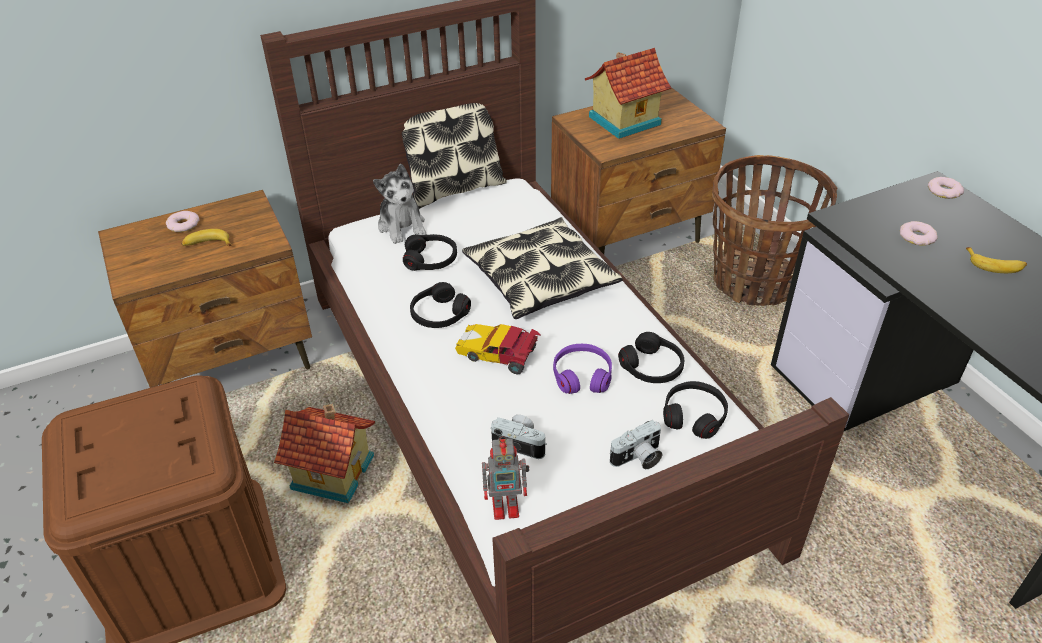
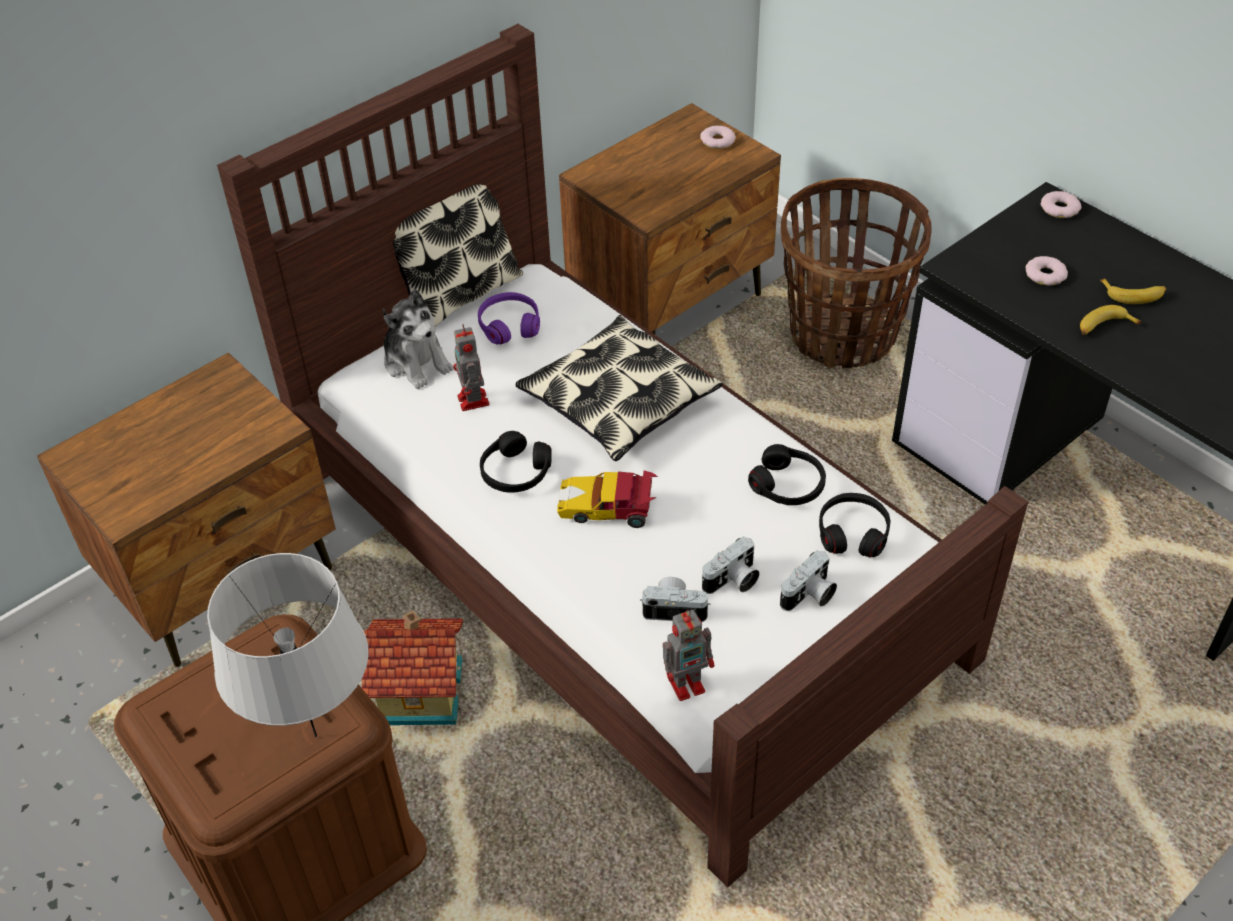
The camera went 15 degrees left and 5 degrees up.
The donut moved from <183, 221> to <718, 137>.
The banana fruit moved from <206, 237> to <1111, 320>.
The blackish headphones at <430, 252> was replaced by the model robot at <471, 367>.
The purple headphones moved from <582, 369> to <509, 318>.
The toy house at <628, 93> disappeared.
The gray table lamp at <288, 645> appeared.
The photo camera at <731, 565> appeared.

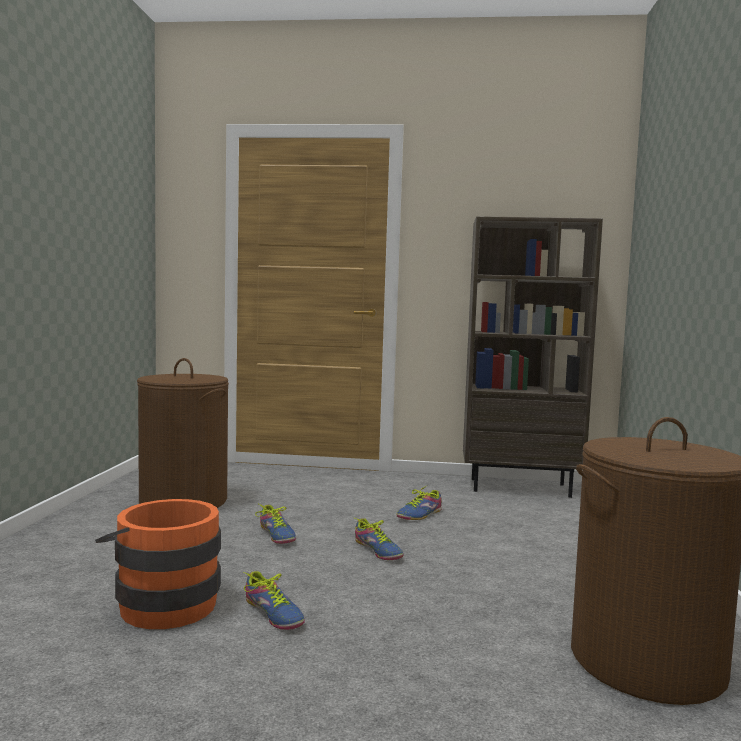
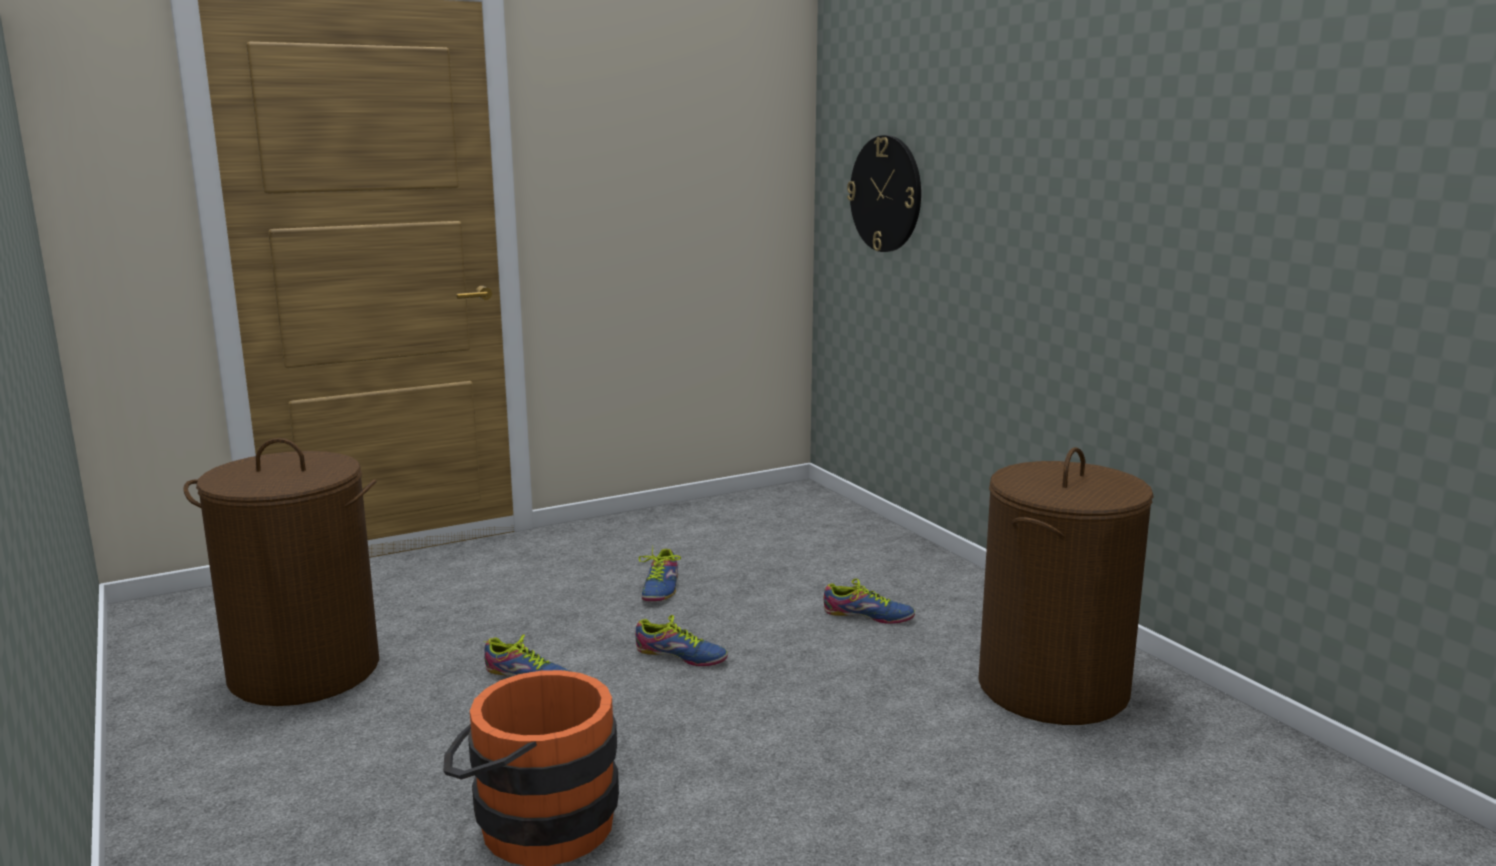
The camera went 35 degrees left and 10 degrees up.
The shoe moved from <274, 600> to <869, 601>.
The brown-coloured bookshelf at <533, 357> disappeared.
The wall clock at <884, 193> appeared.

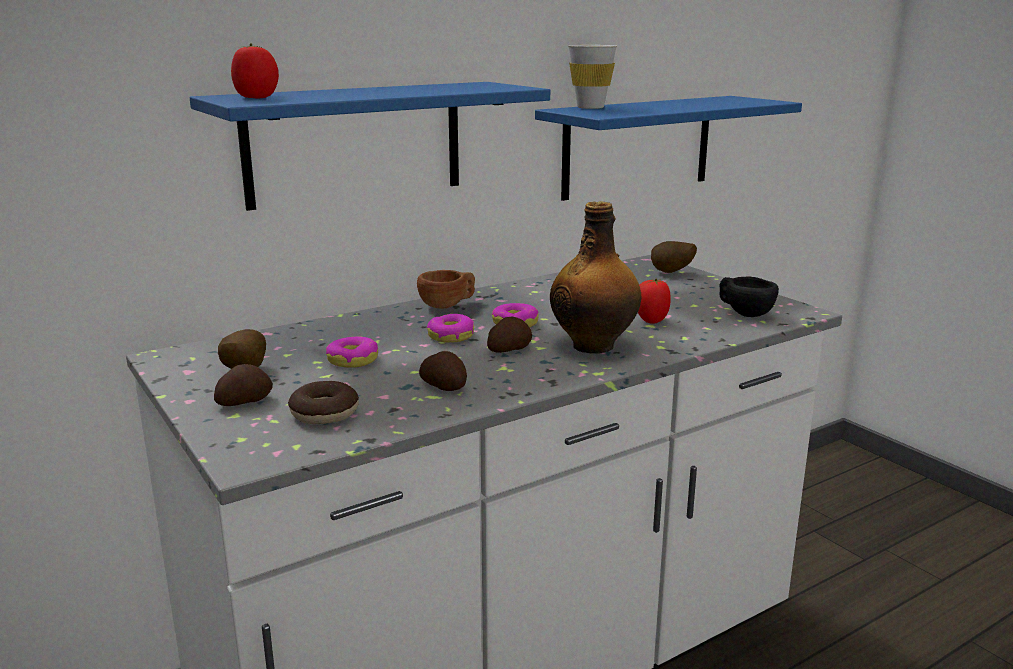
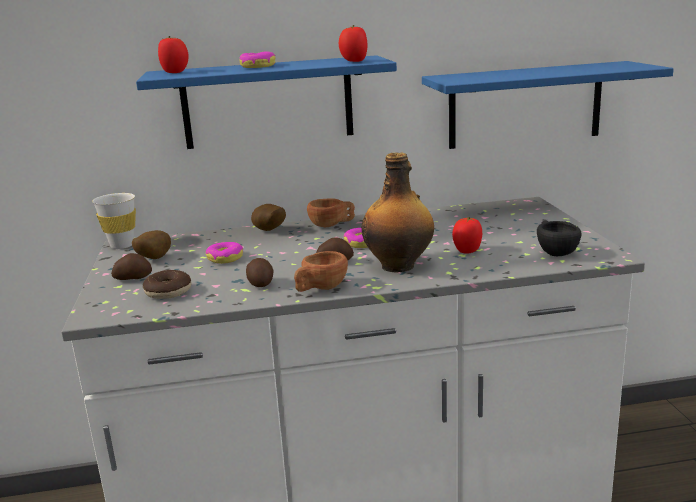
The camera went 25 degrees right and 0 degrees up.
The donut moved from <450, 328> to <258, 59>.
The whitish cup moved from <592, 77> to <114, 221>.
The spud moved from <674, 257> to <268, 217>.
The brown-coloured cup at <321, 271> appeared.
The fresh tomato at <353, 43> appeared.

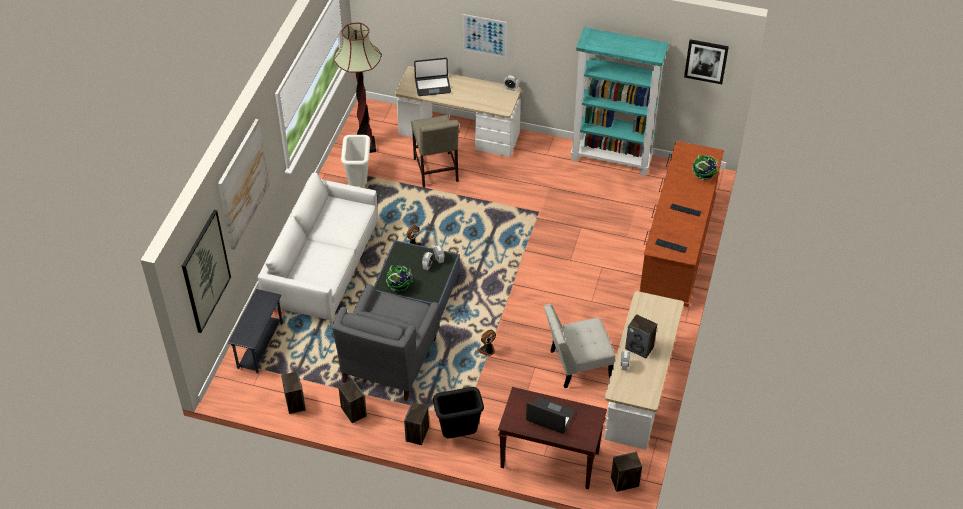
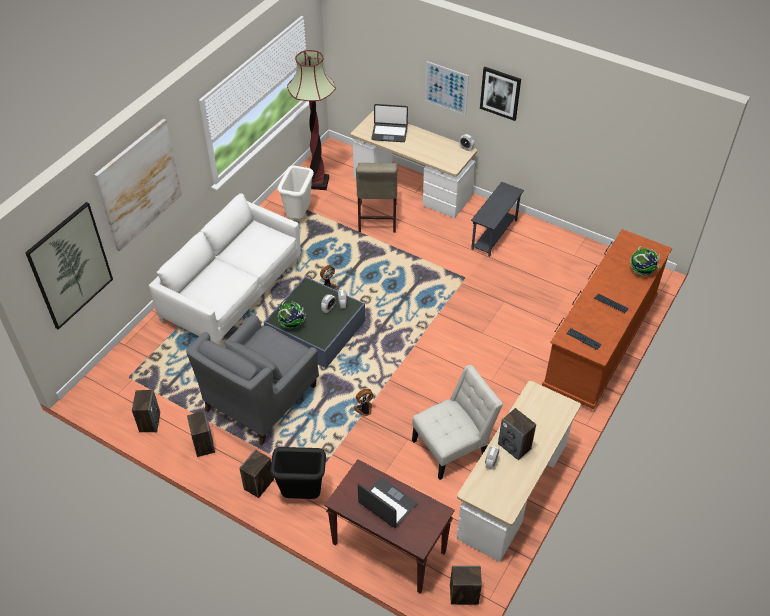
The camera went 15 degrees right and 0 degrees up.
The gray accent table moved from <255, 331> to <497, 219>.
The whitish plain chair at <579, 346> turned 150 degrees clockwise.
The blue-green bookshelf at <619, 101> disappeared.
The picture moved from <706, 61> to <500, 94>.

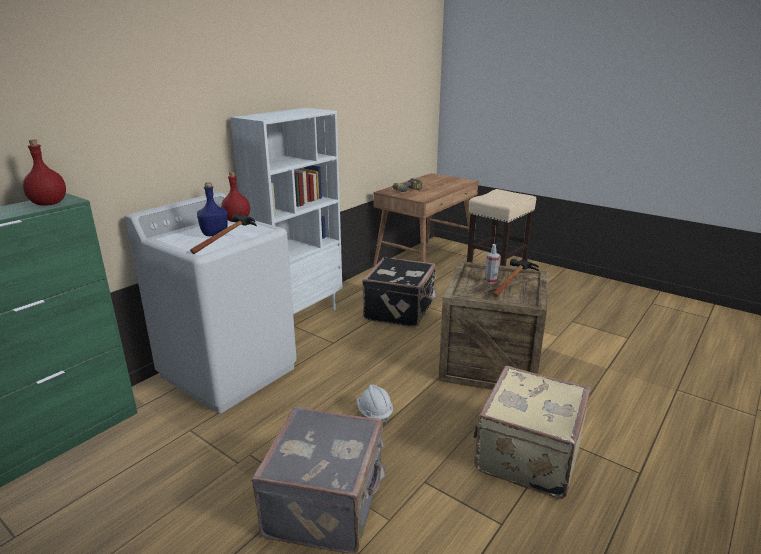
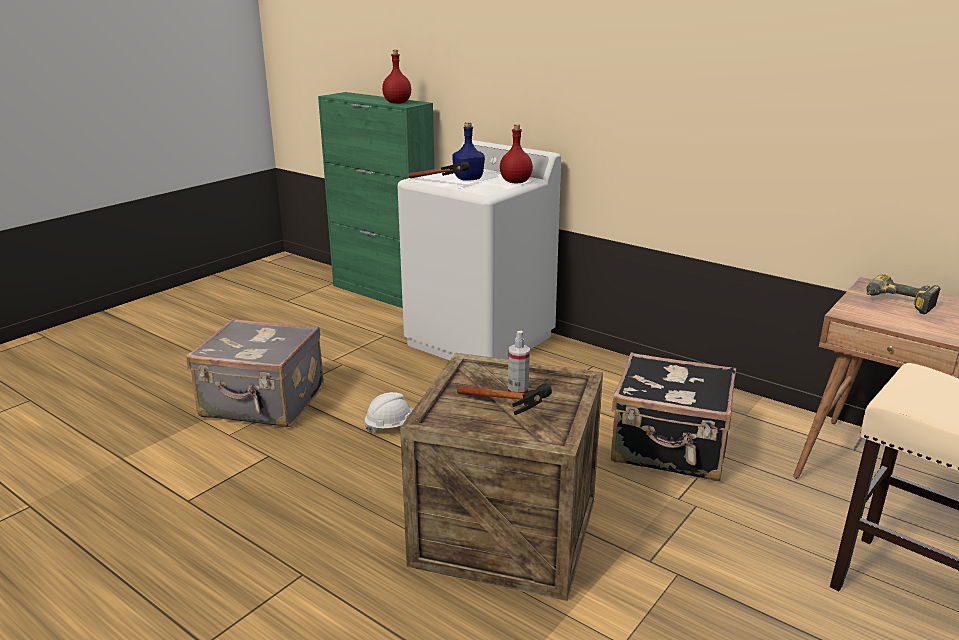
The camera went 90 degrees right and 0 degrees up.
The whitish bookshelf at <286, 211> disappeared.
The beige travel case at <531, 432> disappeared.

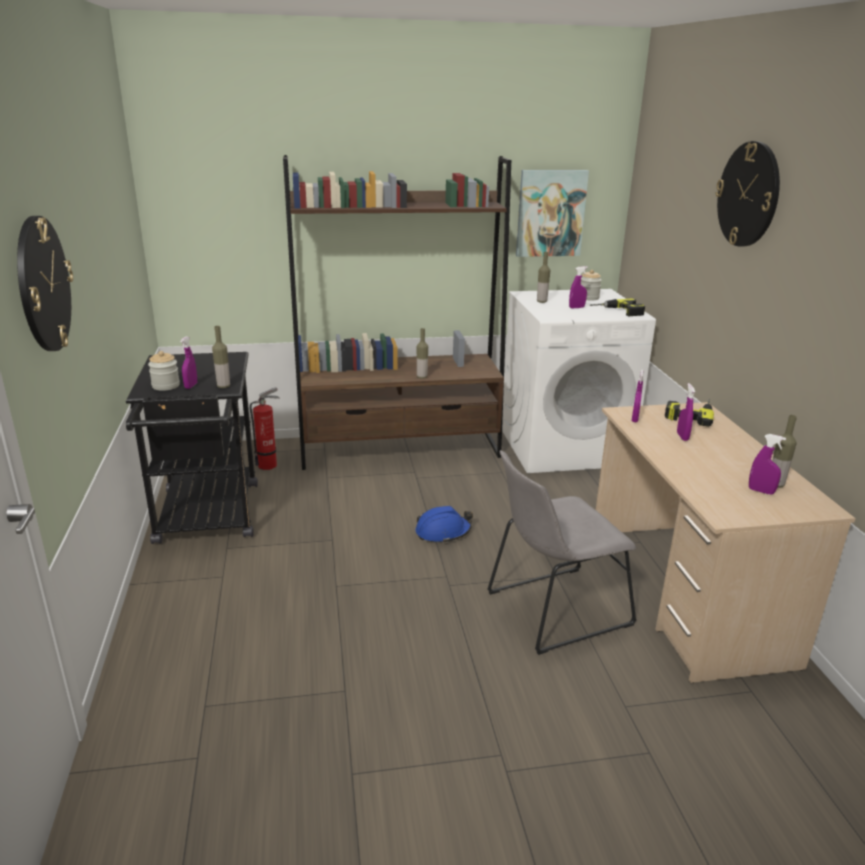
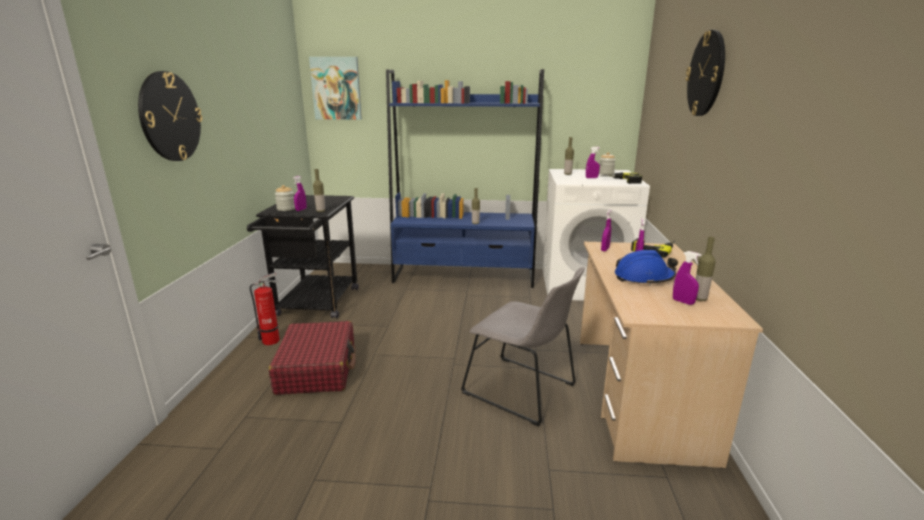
The camera went 15 degrees right and 5 degrees down.
The extinguisher moved from <264, 428> to <265, 308>.
The brown-coloured bookshelf at <397, 312> became the bluish bookshelf at <465, 178>.
The bluish hard hat moved from <444, 524> to <646, 267>.
The gray plain chair at <561, 552> turned 135 degrees counterclockwise.
The picture moved from <552, 213> to <335, 88>.
The red travel case at <312, 358> appeared.

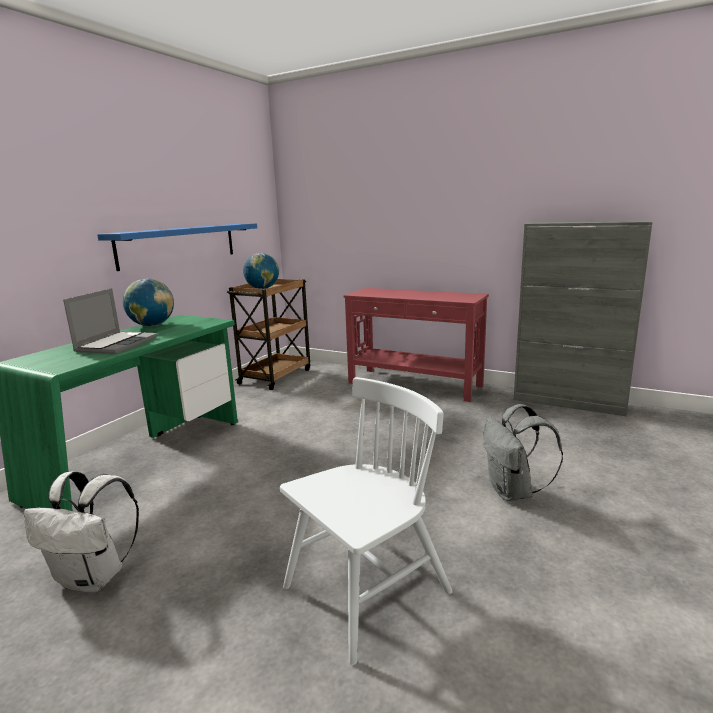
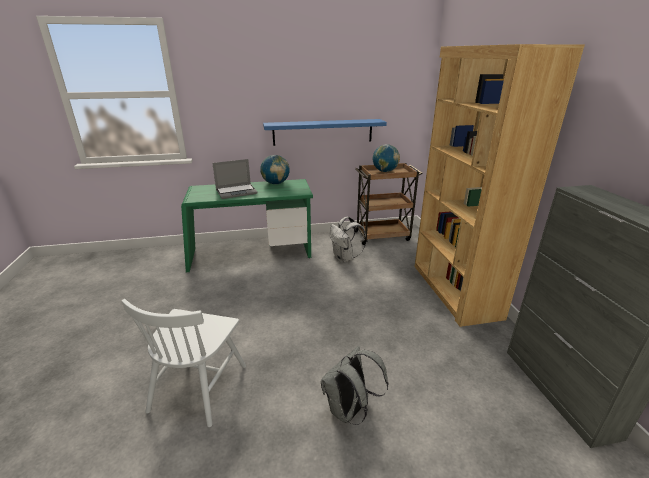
The camera went 50 degrees right and 10 degrees up.
The whitish knapsack moved from <81, 532> to <348, 240>.
The whitish plain chair at <366, 521> turned 90 degrees clockwise.
The red hall table at <416, 345> was replaced by the brown-coloured bookshelf at <499, 185>.

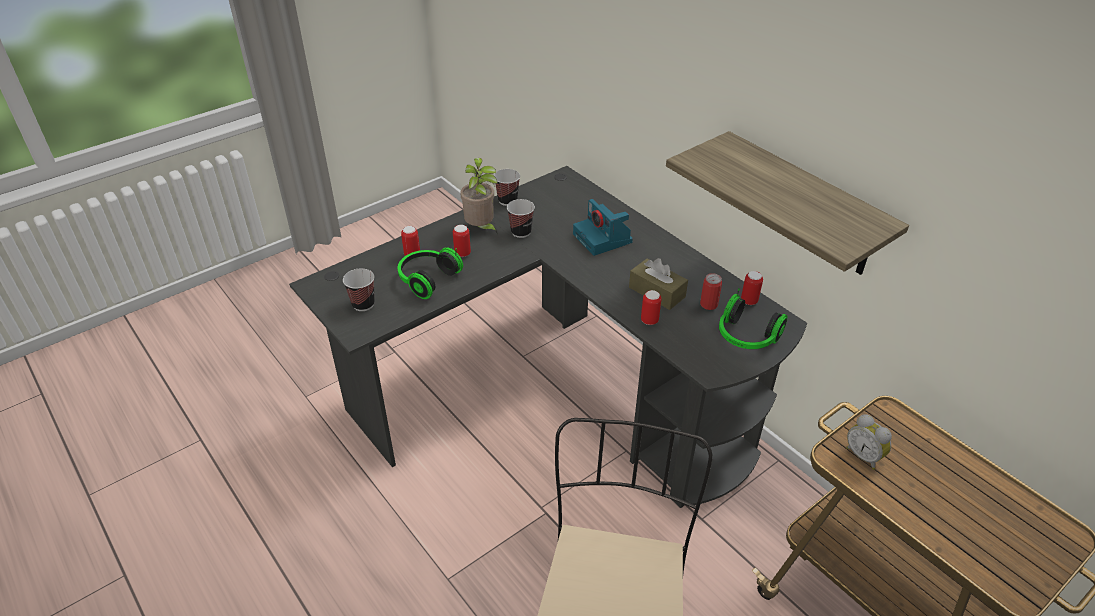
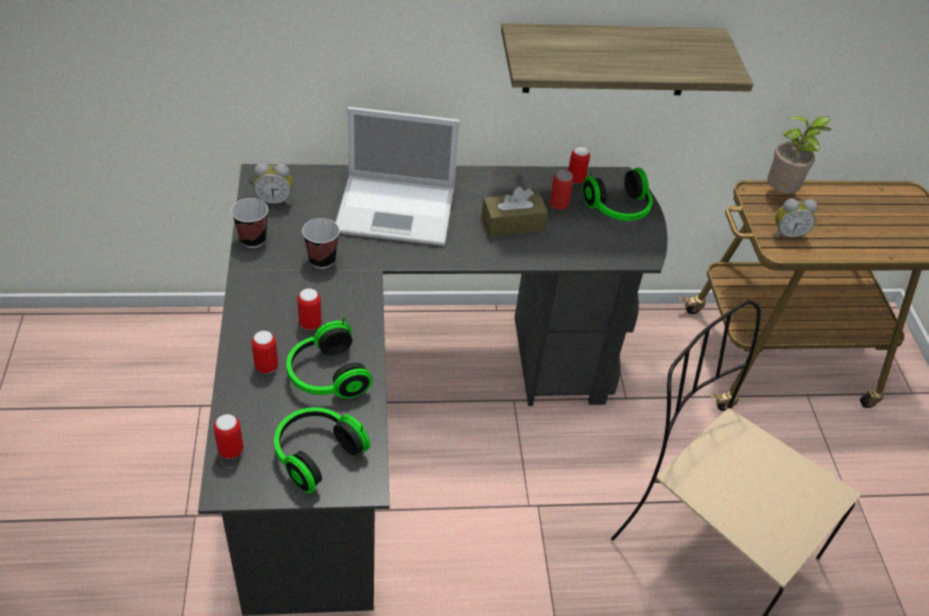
The camera went 60 degrees left and 5 degrees up.
The cup at <359, 289> was replaced by the headphones at <322, 450>.
The potted plant moved from <478, 195> to <799, 154>.
The photo camera at <603, 227> was replaced by the portable computer at <397, 176>.
The sealed can moved from <651, 307> to <229, 436>.
The alarm clock at <273, 184> appeared.

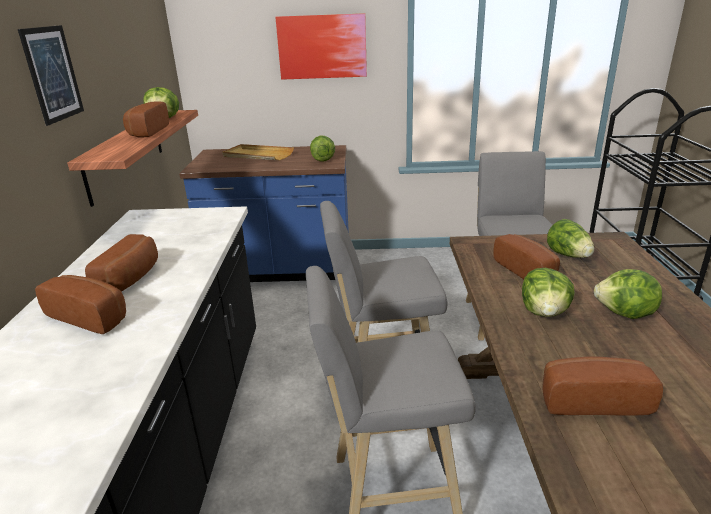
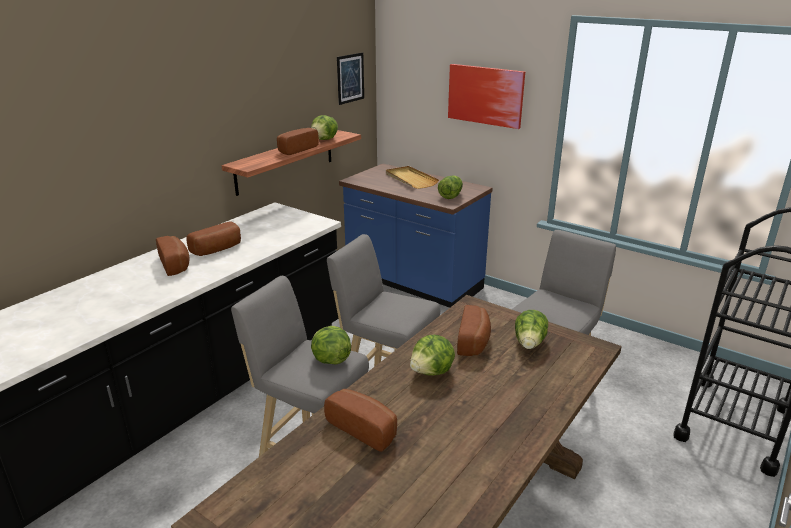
The camera went 35 degrees right and 0 degrees up.
The picture moved from <51, 75> to <350, 78>.
The head of lettuce moved from <628, 294> to <331, 345>.

